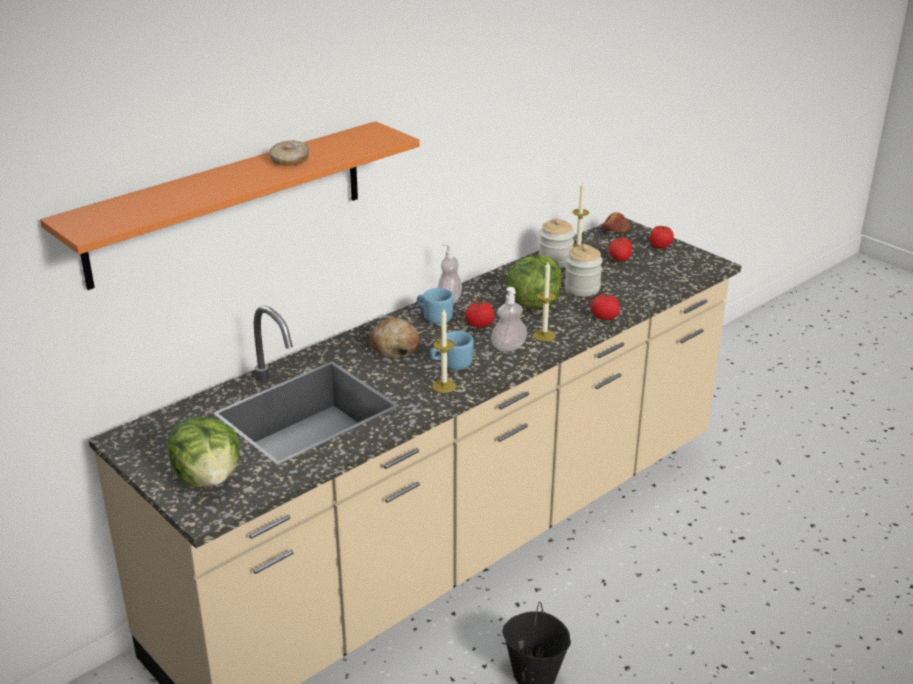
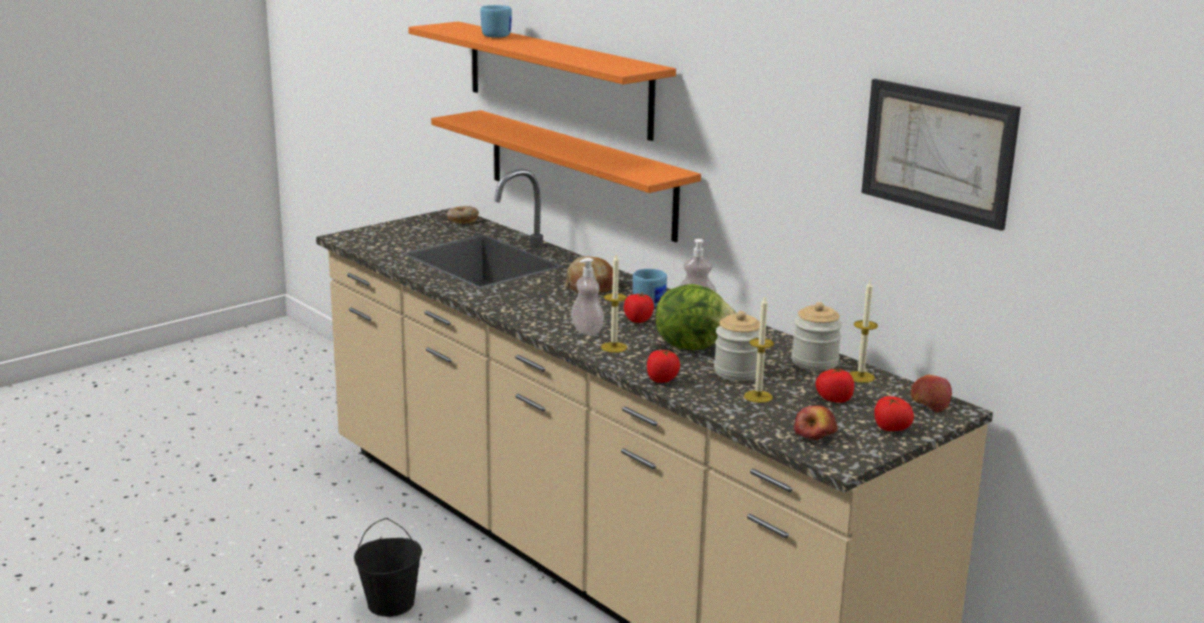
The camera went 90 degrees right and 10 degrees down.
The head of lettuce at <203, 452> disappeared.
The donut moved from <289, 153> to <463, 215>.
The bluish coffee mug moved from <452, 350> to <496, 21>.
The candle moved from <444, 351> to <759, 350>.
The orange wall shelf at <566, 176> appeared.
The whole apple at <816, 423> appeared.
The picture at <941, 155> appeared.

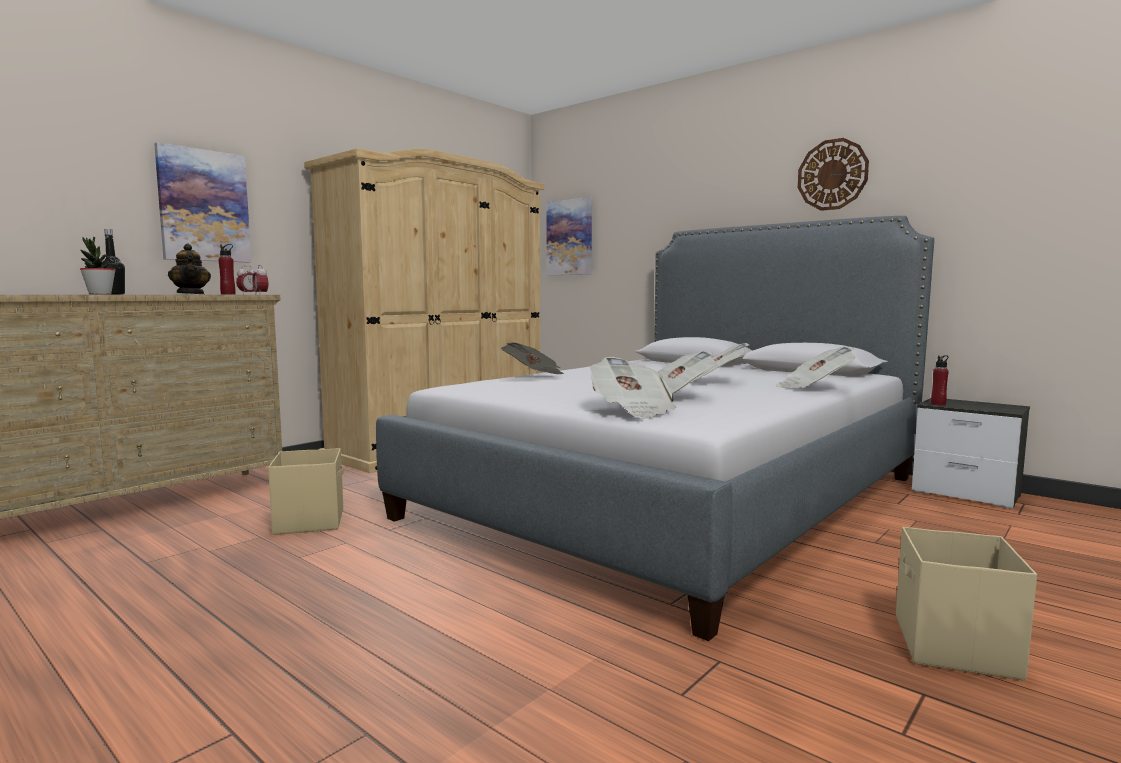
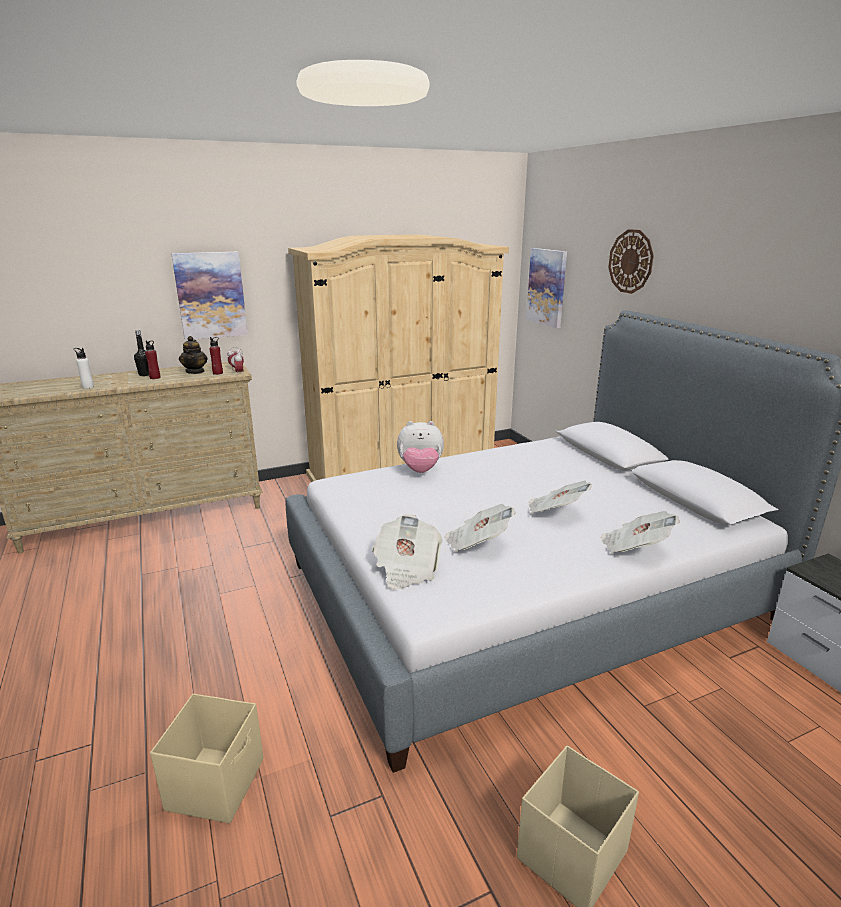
The camera went 25 degrees right and 15 degrees up.
The potted plant at <98, 265> disappeared.
The beige storage bin moved from <306, 491> to <207, 758>.
The printed paper at <532, 358> was replaced by the cuddly toy at <420, 447>.
The wall clock moved from <833, 174> to <631, 261>.
The red beverage bottle moved from <940, 380> to <153, 359>.
The whitish beverage bottle at <84, 368> appeared.

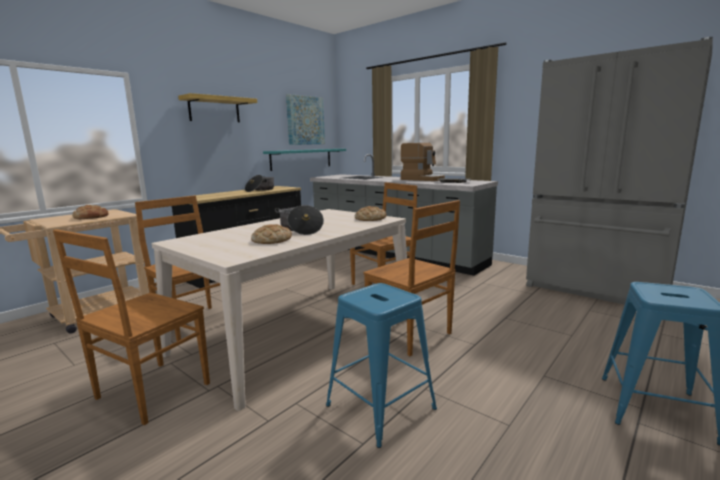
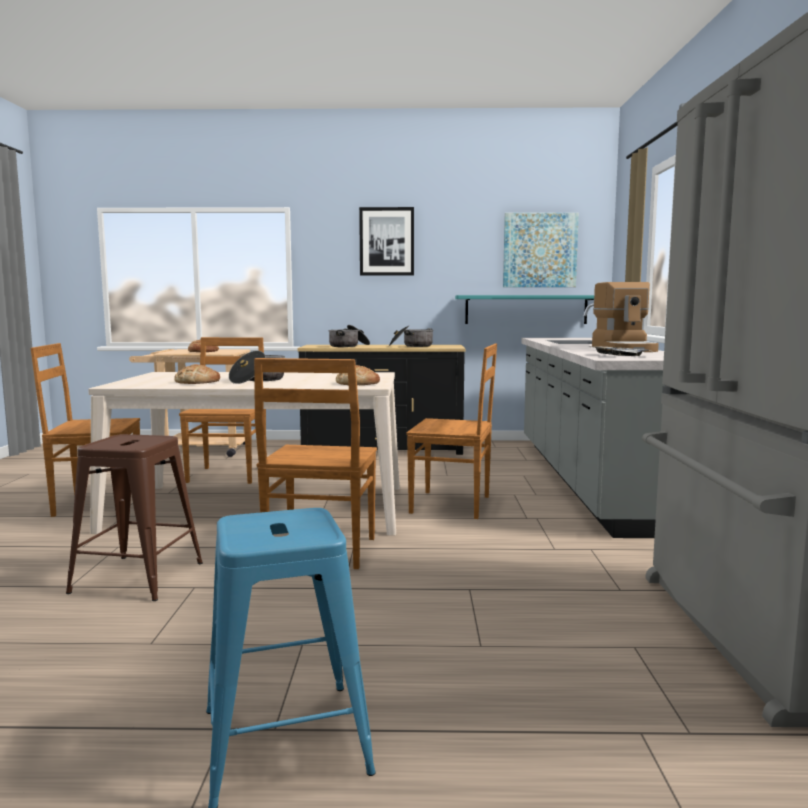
The camera went 50 degrees right and 5 degrees down.
The wall shelf at <217, 107> was replaced by the picture at <386, 241>.
The bluish sitting stool at <381, 365> became the brown-coloured sitting stool at <134, 517>.
The saucepot at <349, 336> appeared.

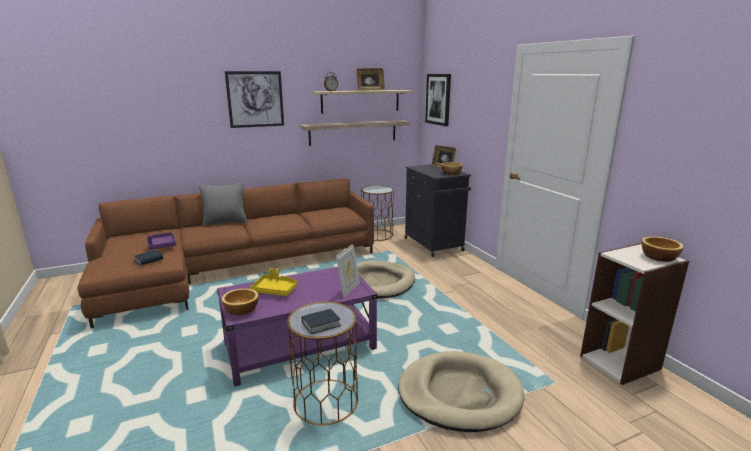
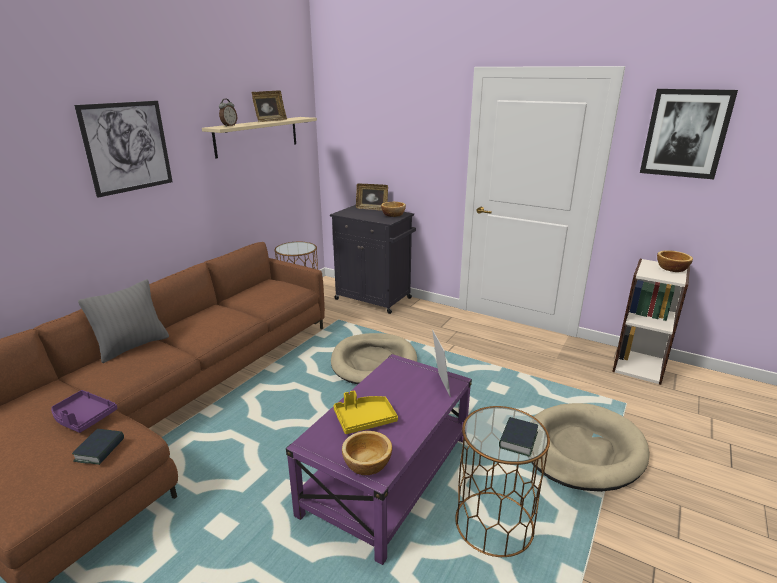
The camera went 35 degrees left and 5 degrees up.
The wall shelf at <354, 133> disappeared.
The picture moved from <438, 100> to <689, 134>.

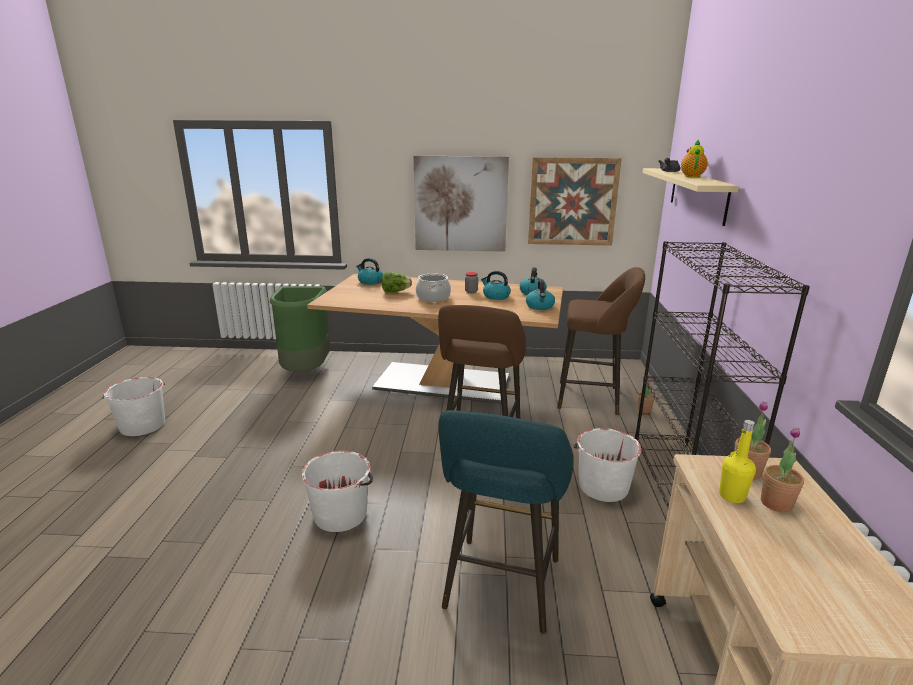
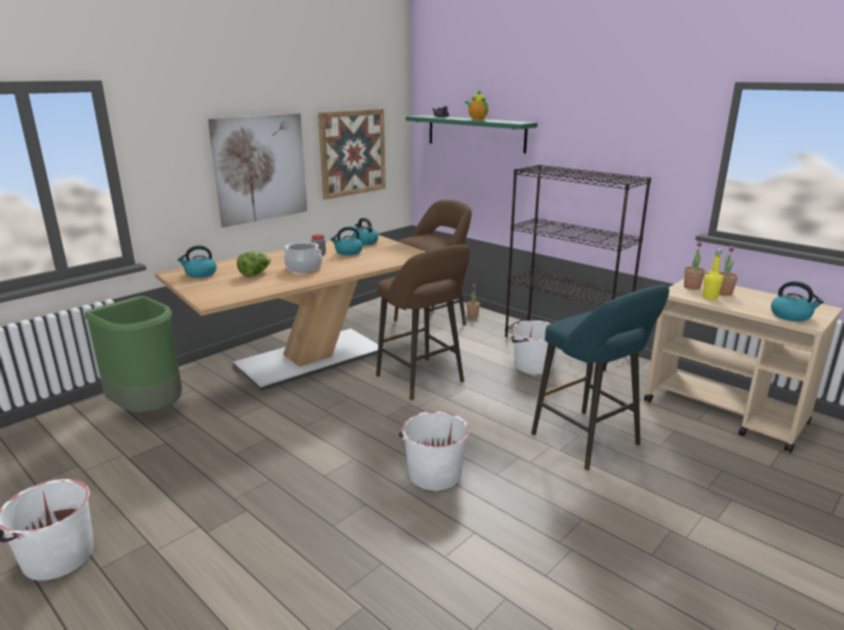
The camera went 50 degrees left and 0 degrees up.
The water kettle moved from <540, 294> to <797, 301>.
The beige wall shelf at <690, 197> became the greenish wall shelf at <472, 134>.

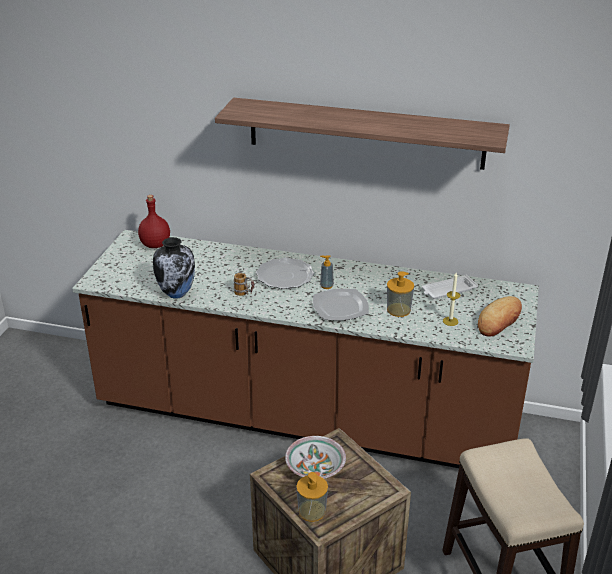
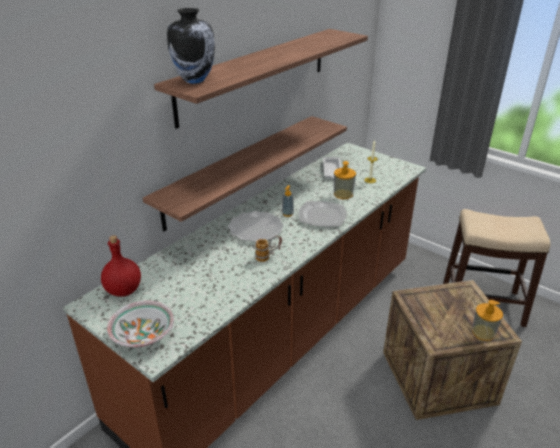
The camera went 65 degrees left and 0 degrees up.
The decorative vase moved from <174, 268> to <191, 46>.
The serving bowl moved from <315, 457> to <140, 324>.
The bakery bread at <500, 316> disappeared.
The wall shelf at <245, 173> appeared.

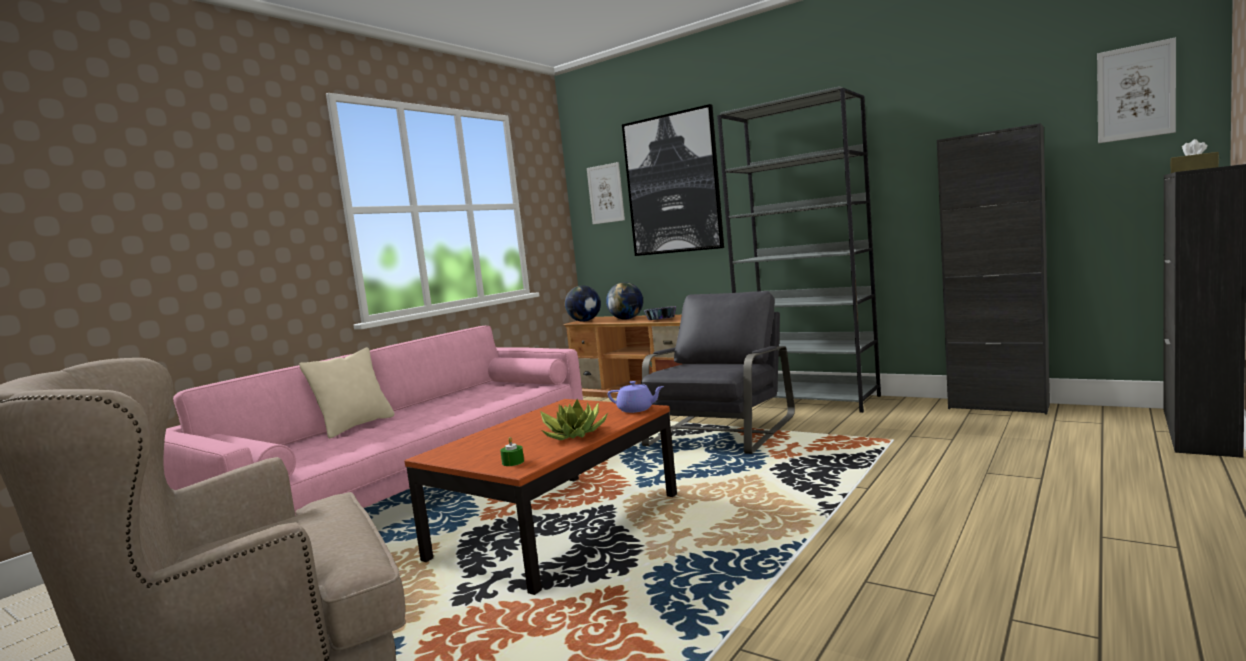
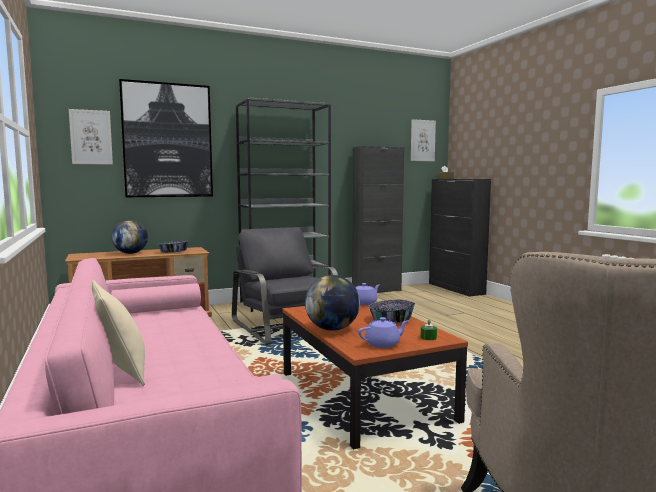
The camera went 60 degrees left and 0 degrees up.
The potted plant at <574, 419> was replaced by the serving bowl at <391, 311>.
The globe moved from <583, 304> to <332, 303>.
The purple pot for tea at <383, 332> appeared.

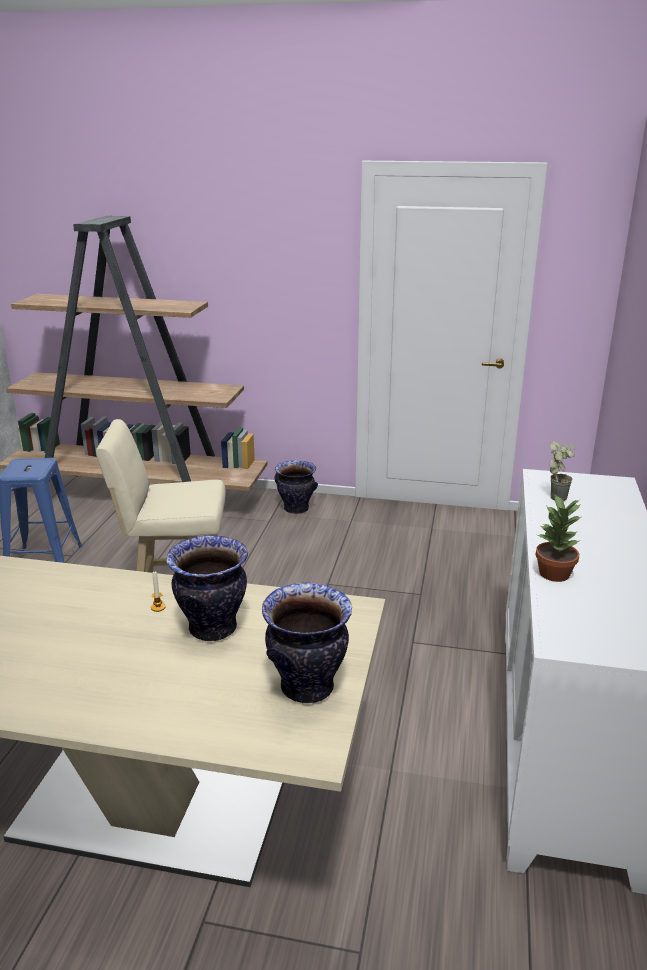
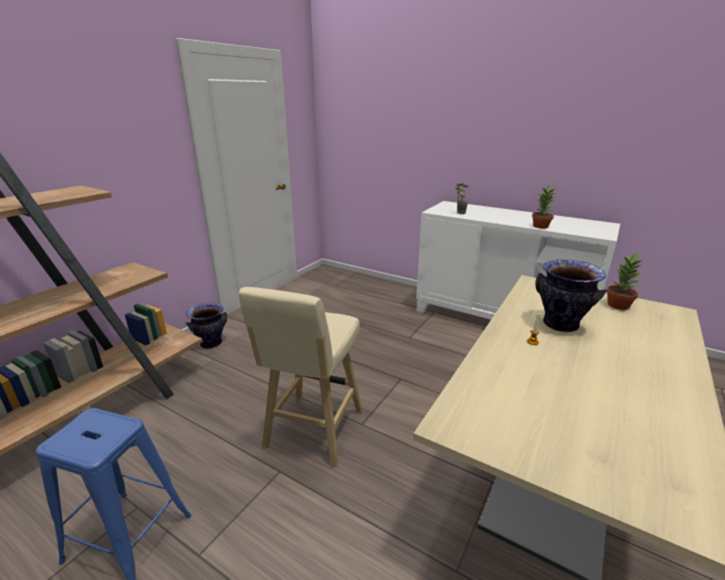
The camera went 70 degrees left and 0 degrees up.
The decorative vase at <307, 643> was replaced by the potted plant at <625, 281>.

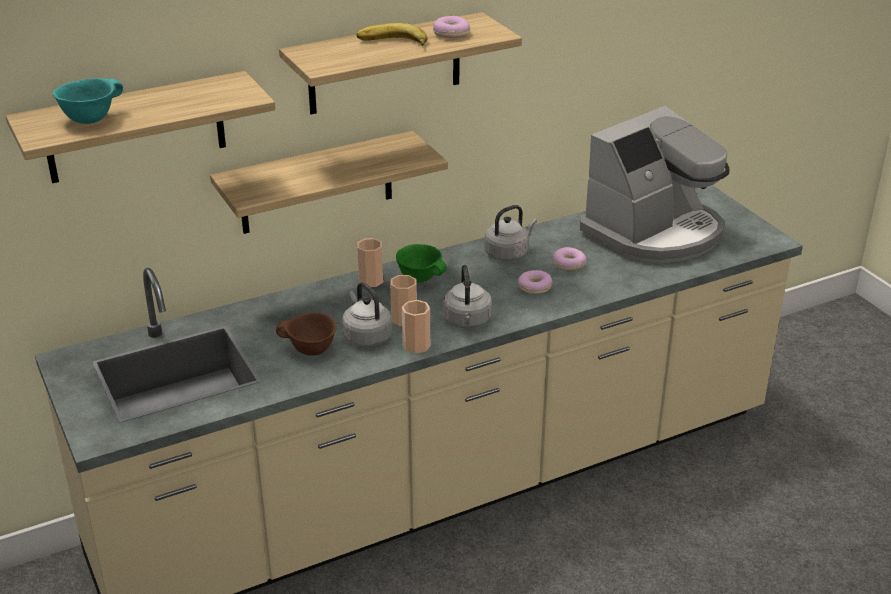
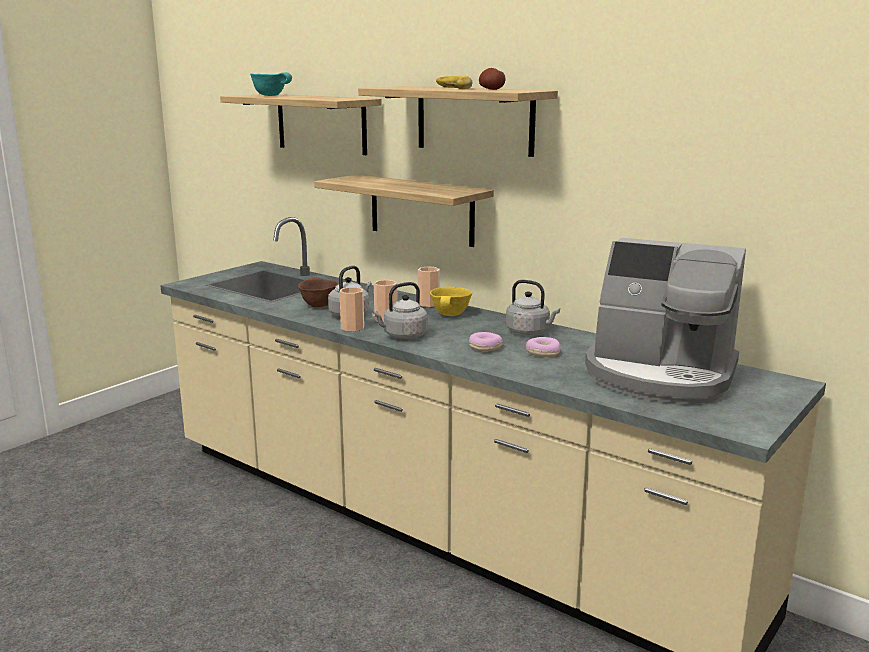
The camera went 65 degrees right and 15 degrees down.
The greenish serving bowl at <421, 263> became the yellowish serving bowl at <451, 301>.
The donut at <451, 27> was replaced by the spud at <492, 79>.

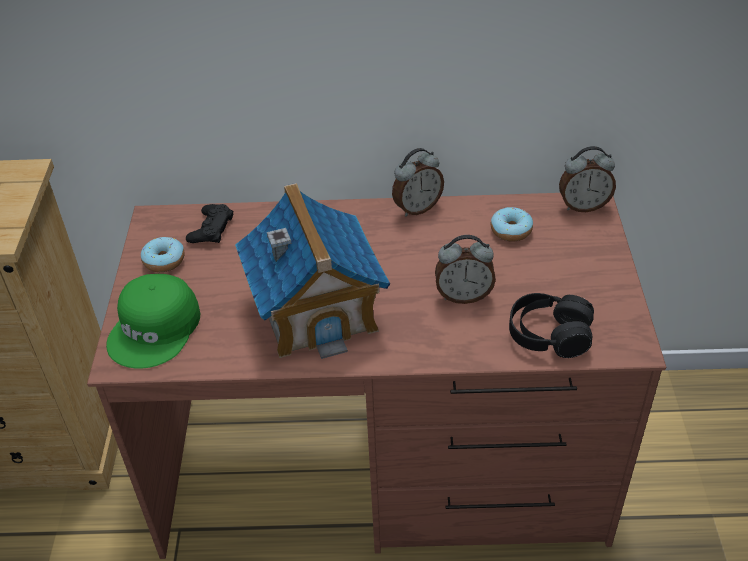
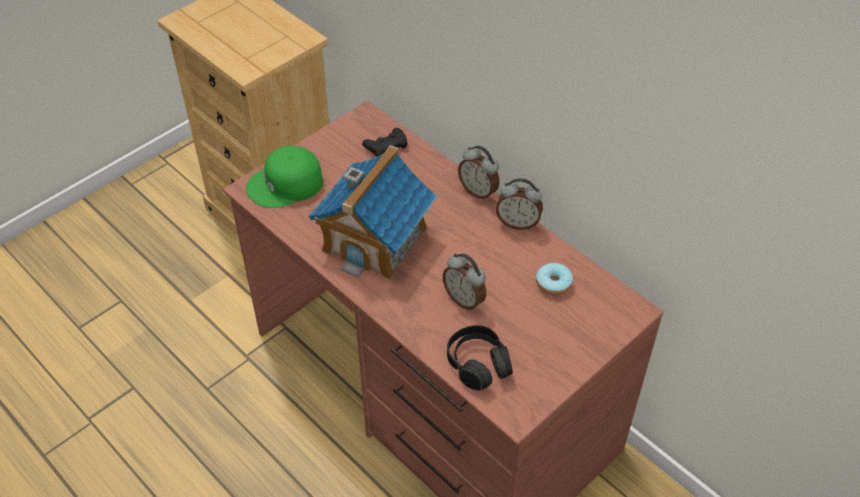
The camera went 45 degrees right and 5 degrees up.
The donut at <163, 254> disappeared.
The alarm clock moved from <587, 179> to <479, 173>.

